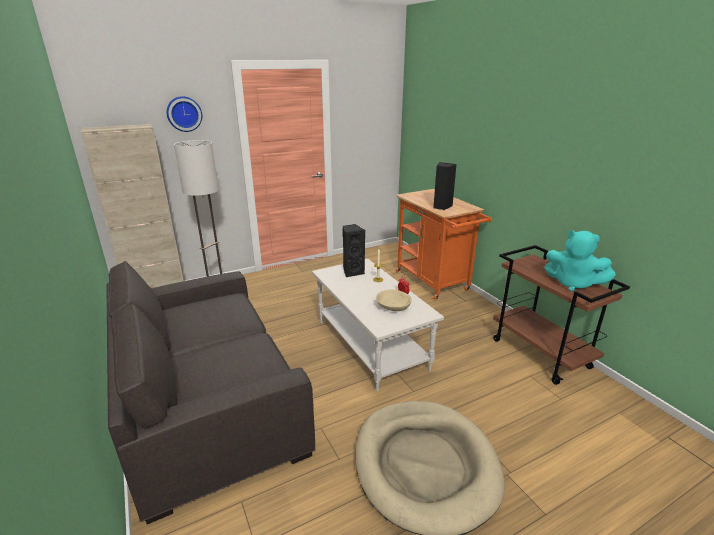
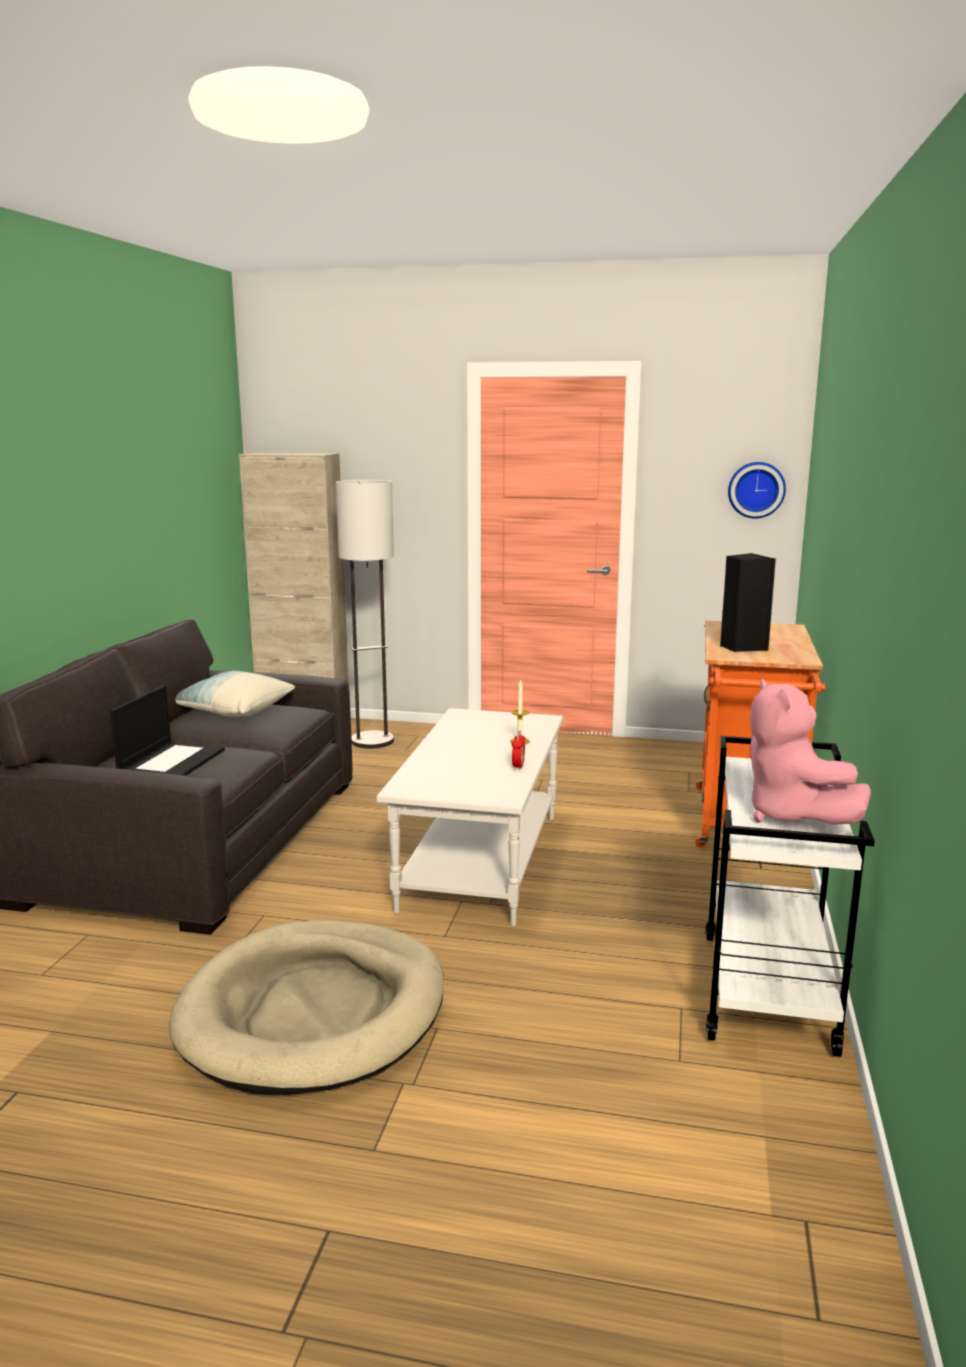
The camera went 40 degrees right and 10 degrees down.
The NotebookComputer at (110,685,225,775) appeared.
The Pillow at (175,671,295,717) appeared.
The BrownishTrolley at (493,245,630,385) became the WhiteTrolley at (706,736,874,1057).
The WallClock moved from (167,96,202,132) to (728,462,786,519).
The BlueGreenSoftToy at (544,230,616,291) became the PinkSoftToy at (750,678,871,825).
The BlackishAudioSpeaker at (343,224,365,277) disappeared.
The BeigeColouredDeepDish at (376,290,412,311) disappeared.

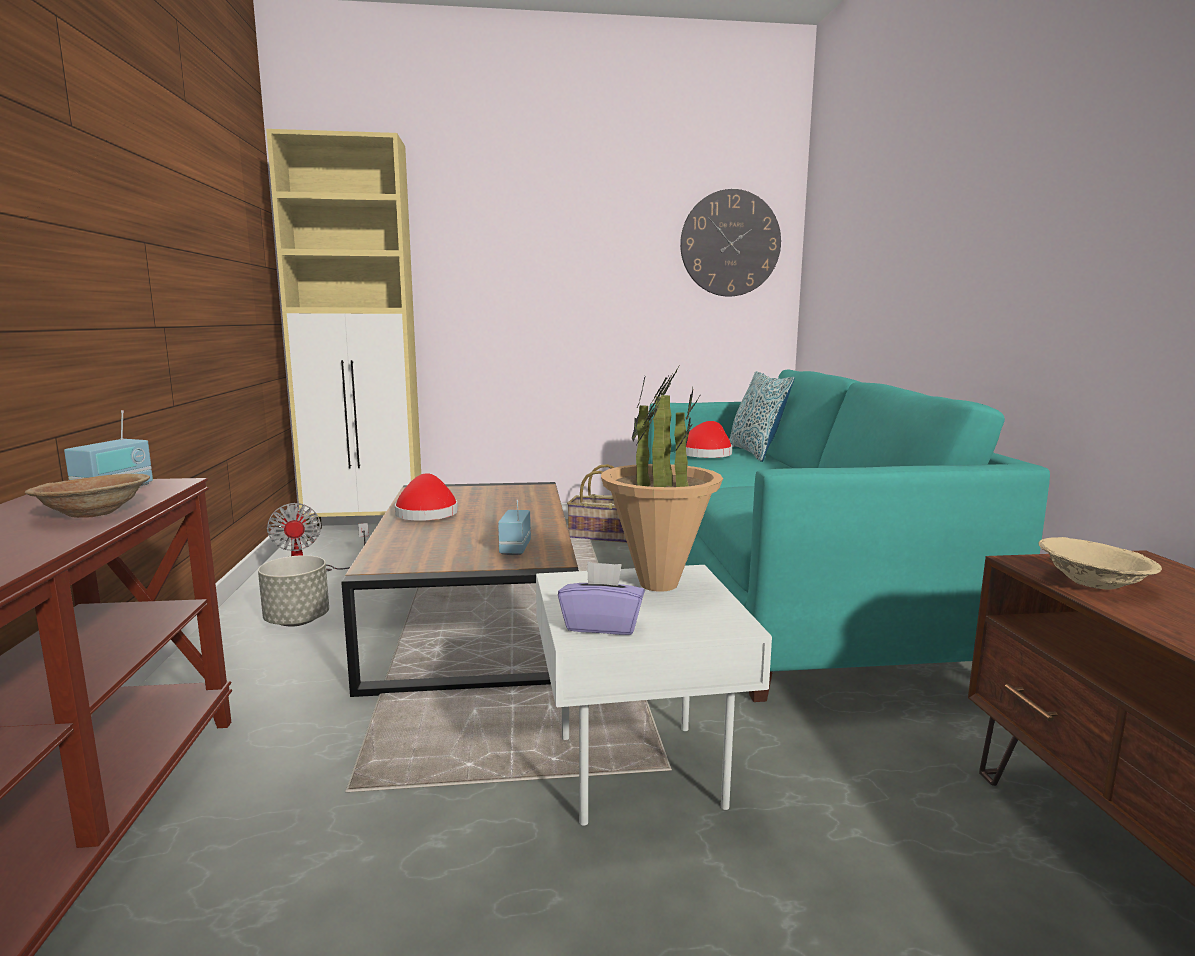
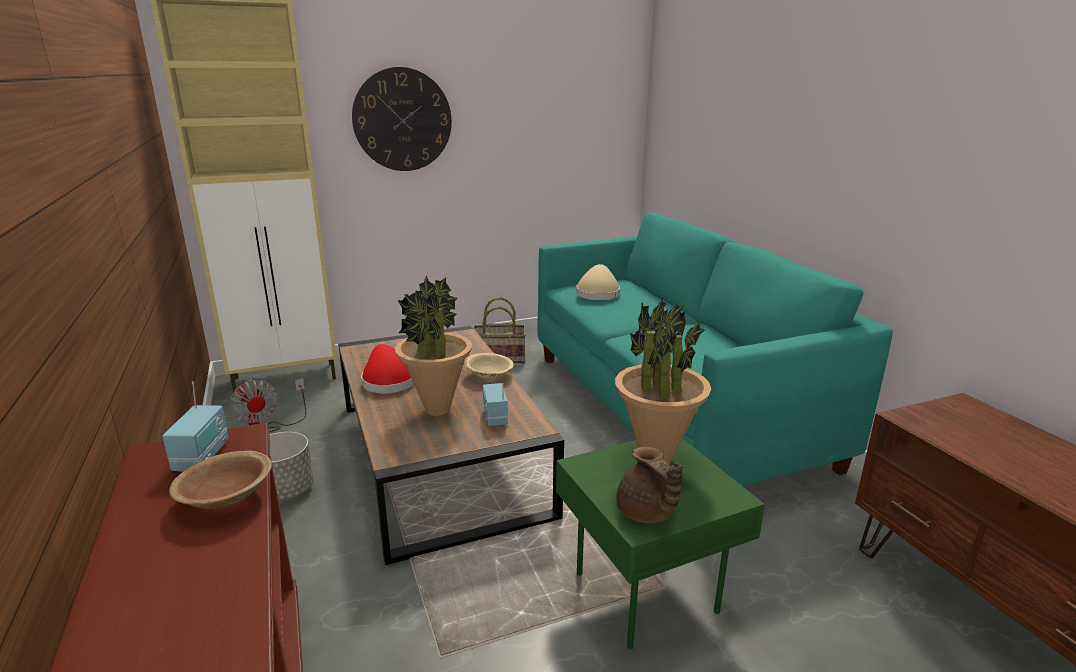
The camera went 15 degrees left and 10 degrees up.
The WallClock moved from (680,189,781,296) to (352,67,452,171).
The PlantInAPot at (395,276,472,416) appeared.
The BeigeColouredDeepDish moved from (1038,537,1162,590) to (464,353,514,380).
The WhiteEndTable at (536,565,772,826) became the GreenishEndTable at (556,438,765,649).
The ReddishHat at (686,421,732,458) became the BeigeColouredHat at (576,264,620,300).
The PurplishTissueHolder at (558,562,645,635) was replaced by the BrownishPotForTea at (616,447,682,523).
The Pillow at (729,371,795,462) disappeared.

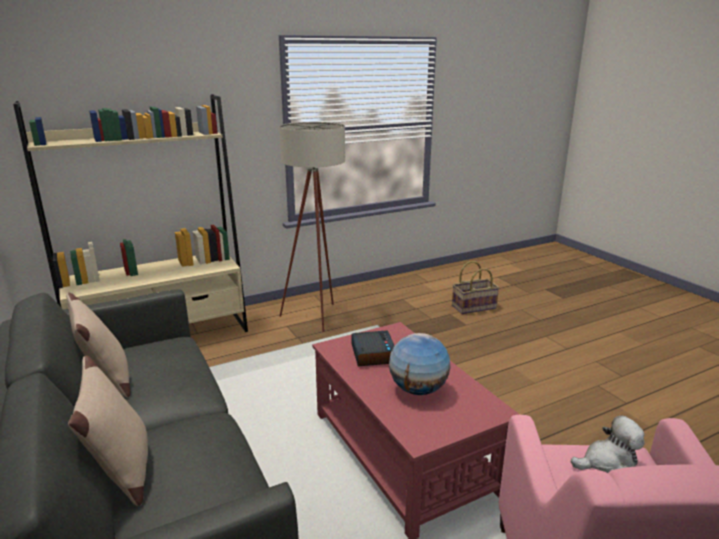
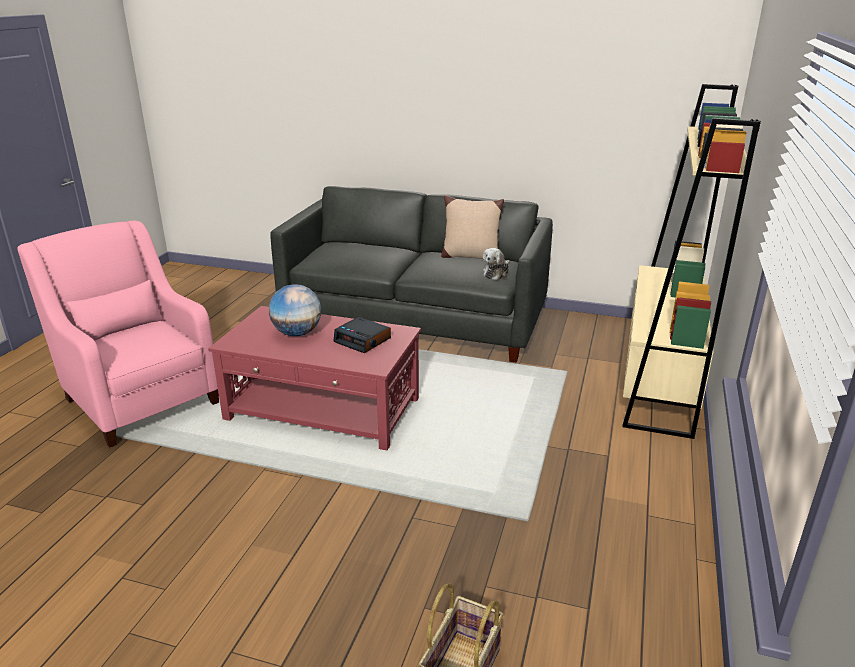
The camera went 135 degrees right and 5 degrees up.
The SoftToy moved from (571,415,645,473) to (483,248,510,280).
The BeigeColouredPillow at (68,356,148,506) disappeared.
The BeigeColouredFloorLamp at (279,122,345,332) disappeared.

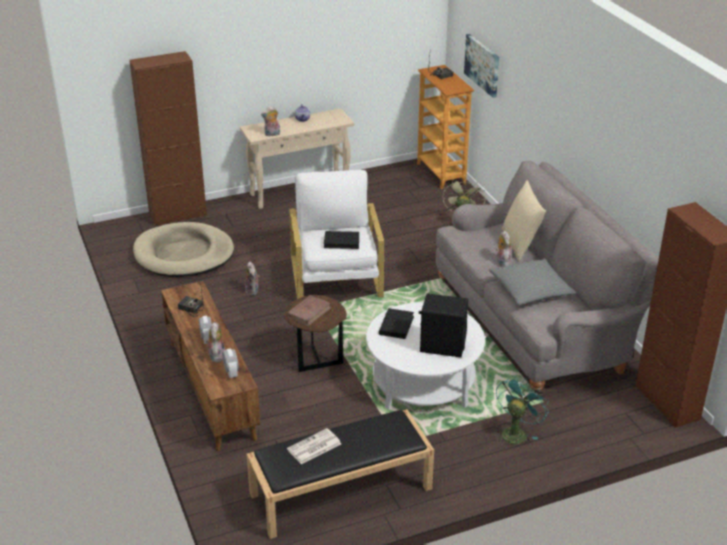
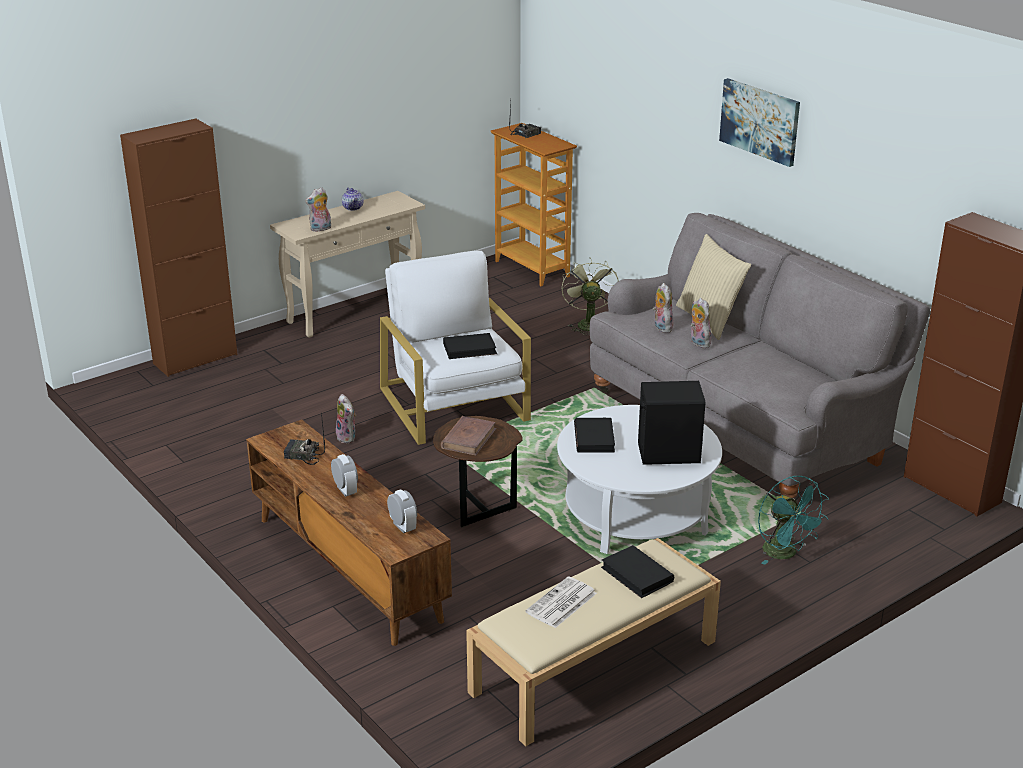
The camera went 15 degrees left and 5 degrees down.
The BlackishIndoorBench at (247,409,434,539) became the BeigeColouredIndoorBench at (466,538,721,746).
The BlackishBoundBook at (601,545,674,598) appeared.
The SoftToy moved from (206,322,225,363) to (653,283,674,333).
The Picture moved from (464,34,499,98) to (719,78,800,167).
The BlueGreenCoolingFan at (493,375,549,445) turned 135 degrees clockwise.
The BeigeColouredDogCushion at (133,222,234,277) disappeared.
The GreyPillow at (489,259,577,306) disappeared.

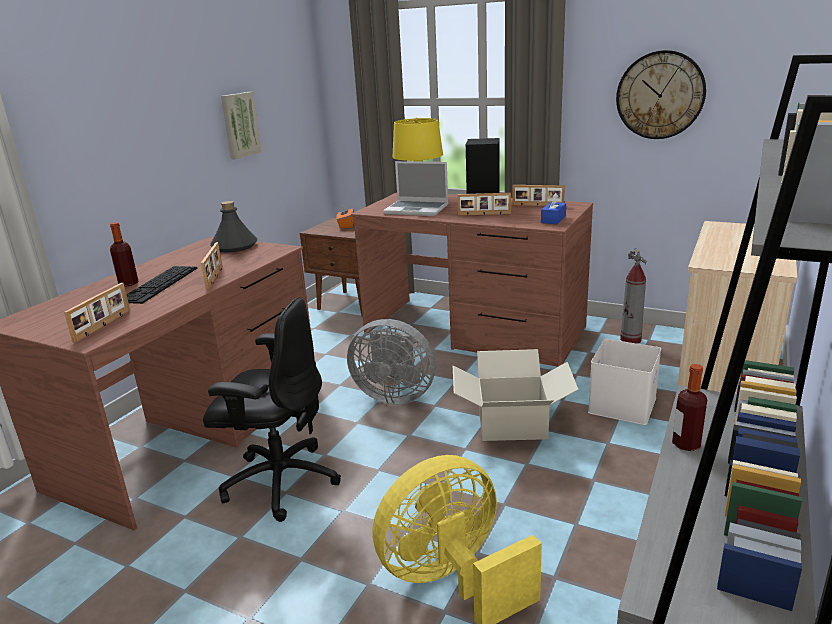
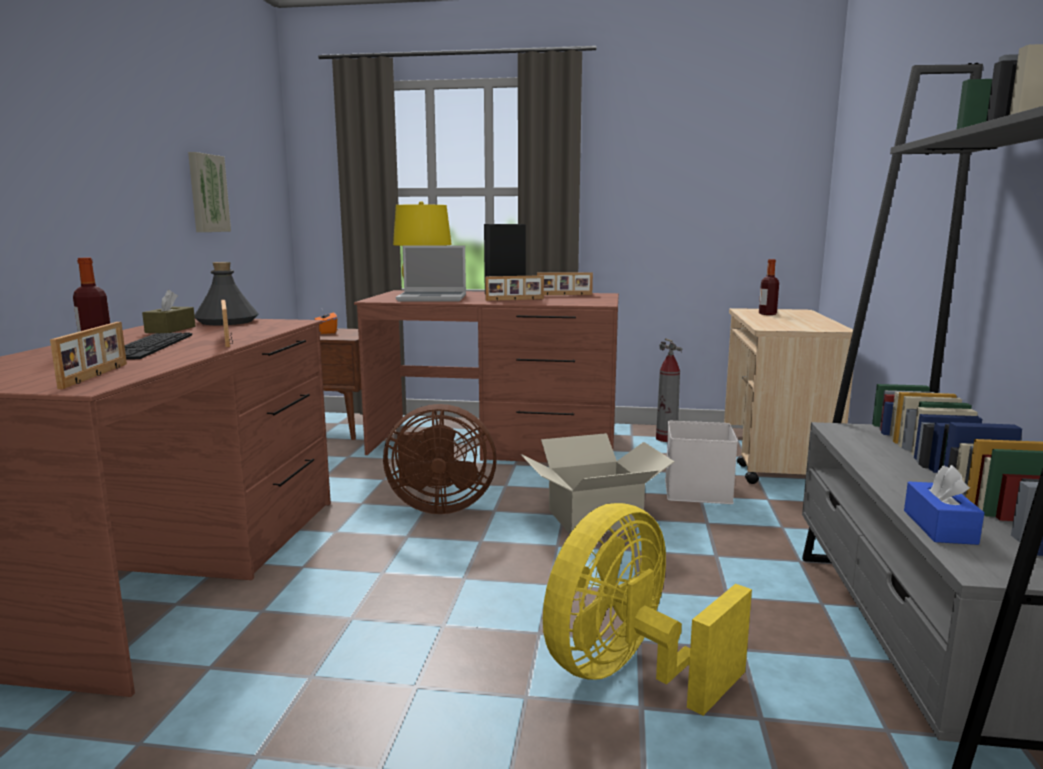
The camera went 20 degrees left and 10 degrees down.
The BrownishTissueHolder at (142,290,195,333) appeared.
The GreyCoolingFan at (347,319,436,405) became the BrownishCoolingFan at (383,404,497,514).
The DrinkBottle moved from (672,364,707,451) to (759,259,779,315).
The BlueColouredTissueHolder moved from (541,193,566,224) to (904,465,984,545).
The BlackishComputerChair at (203,297,341,522) disappeared.
The WallClock at (616,50,706,139) disappeared.

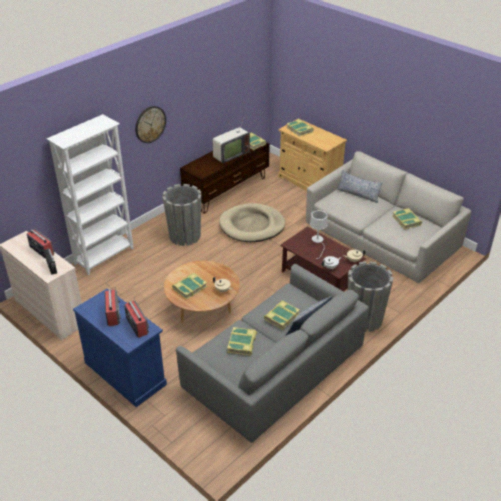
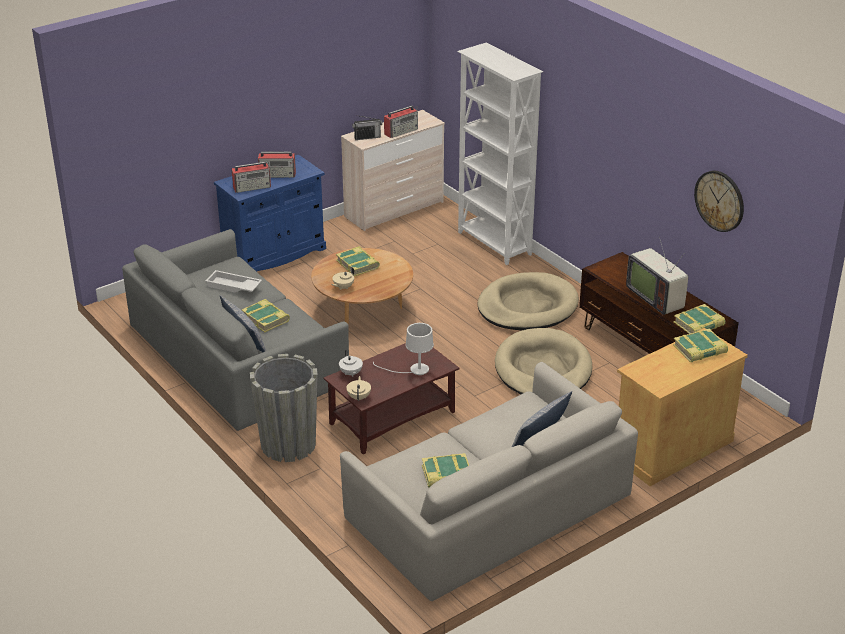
The camera went 100 degrees right and 5 degrees down.
The BoundBook at (227,327,257,356) was replaced by the WhiteServingTray at (206,270,262,293).
The GreyPlantPot at (163,184,201,246) was replaced by the BeigeColouredDogCushion at (478,272,579,330).
The WallClock moved from (135,106,166,143) to (694,171,744,232).

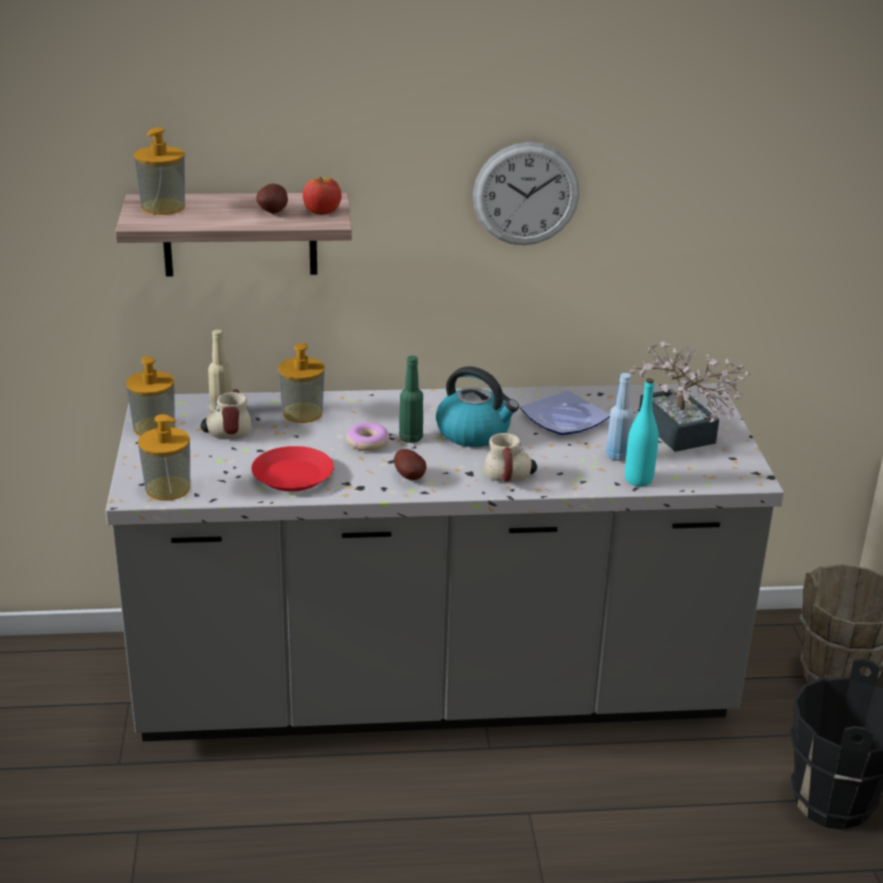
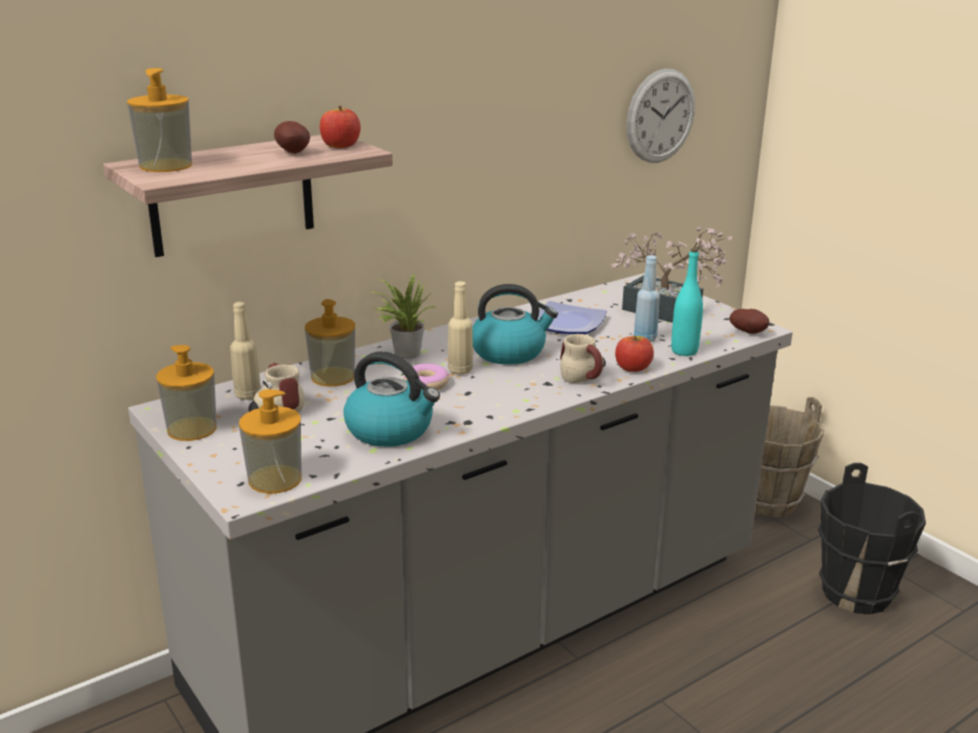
The camera went 30 degrees left and 5 degrees down.
The ReddishPlate at (251,446,334,492) was replaced by the Kettle at (343,351,440,447).
The PlantInAPot at (373,273,436,359) appeared.
The GreenishDrinkBottle at (399,356,423,443) became the BeigeColouredDrinkBottle at (448,281,473,375).
The WholeApple at (615,336,654,372) appeared.
The WallClock moved from (473,142,580,245) to (627,69,695,163).
The Potato moved from (394,449,426,480) to (729,309,769,334).

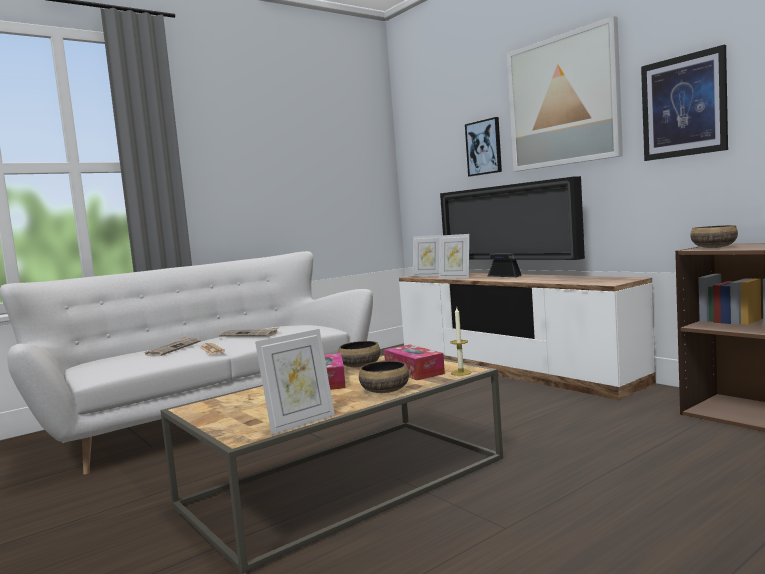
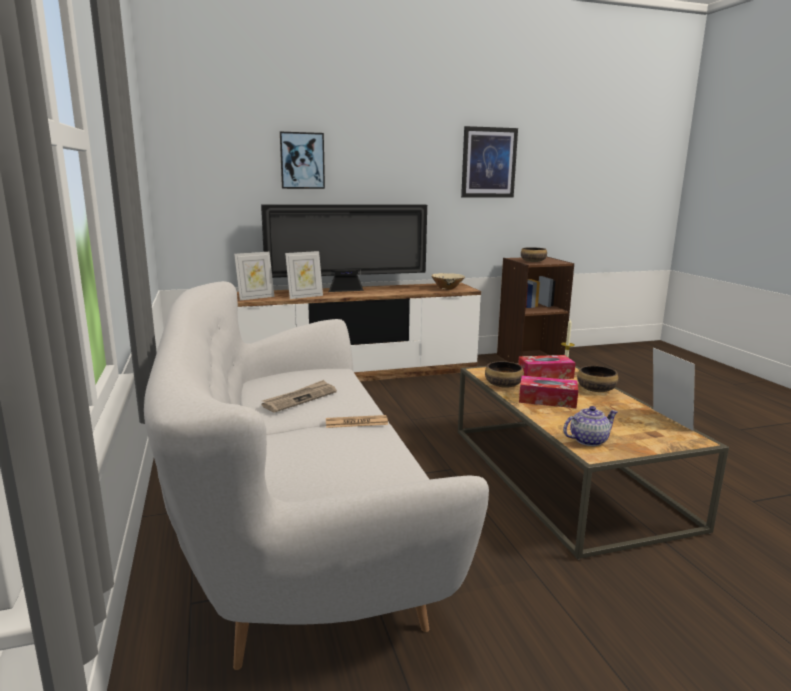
The camera went 70 degrees left and 10 degrees up.
The BeigeColouredDeepDish at (431,273,465,290) appeared.
The PotForTea at (563,406,618,446) appeared.
The Newspaper at (144,336,201,356) disappeared.
The Picture at (507,16,623,171) disappeared.

